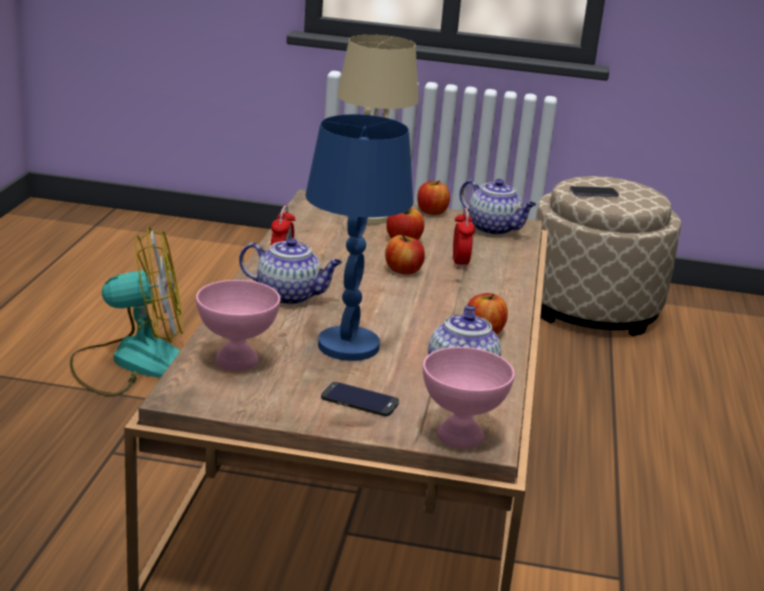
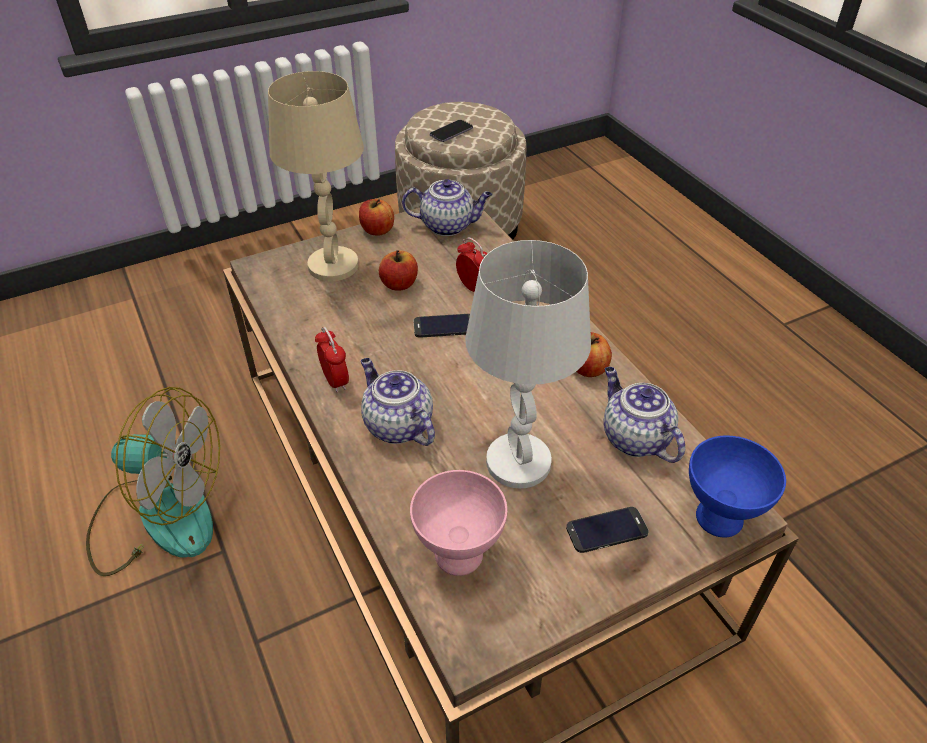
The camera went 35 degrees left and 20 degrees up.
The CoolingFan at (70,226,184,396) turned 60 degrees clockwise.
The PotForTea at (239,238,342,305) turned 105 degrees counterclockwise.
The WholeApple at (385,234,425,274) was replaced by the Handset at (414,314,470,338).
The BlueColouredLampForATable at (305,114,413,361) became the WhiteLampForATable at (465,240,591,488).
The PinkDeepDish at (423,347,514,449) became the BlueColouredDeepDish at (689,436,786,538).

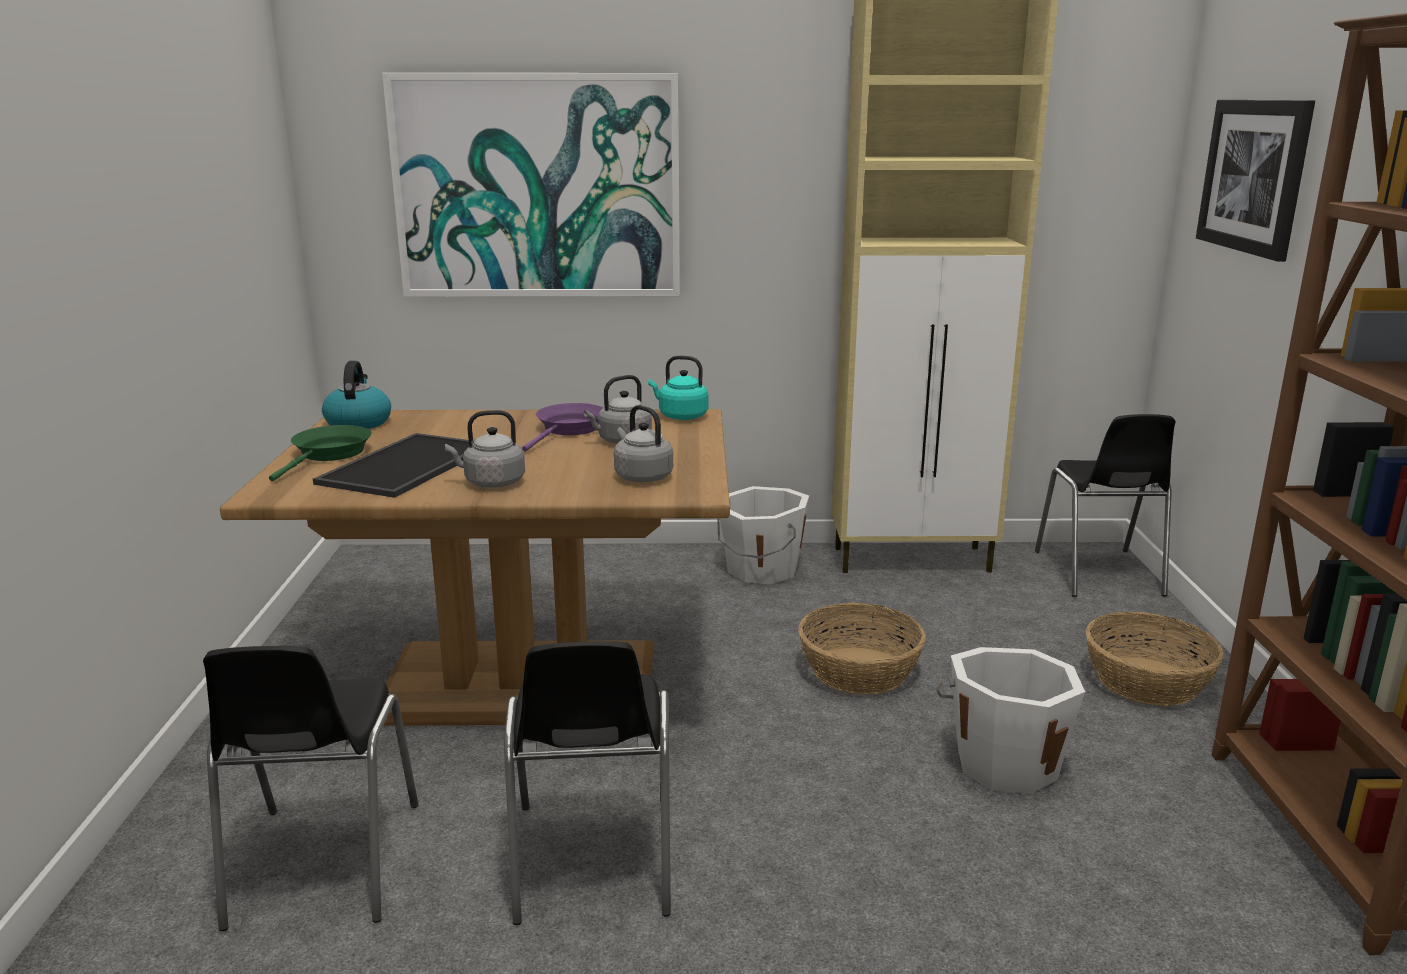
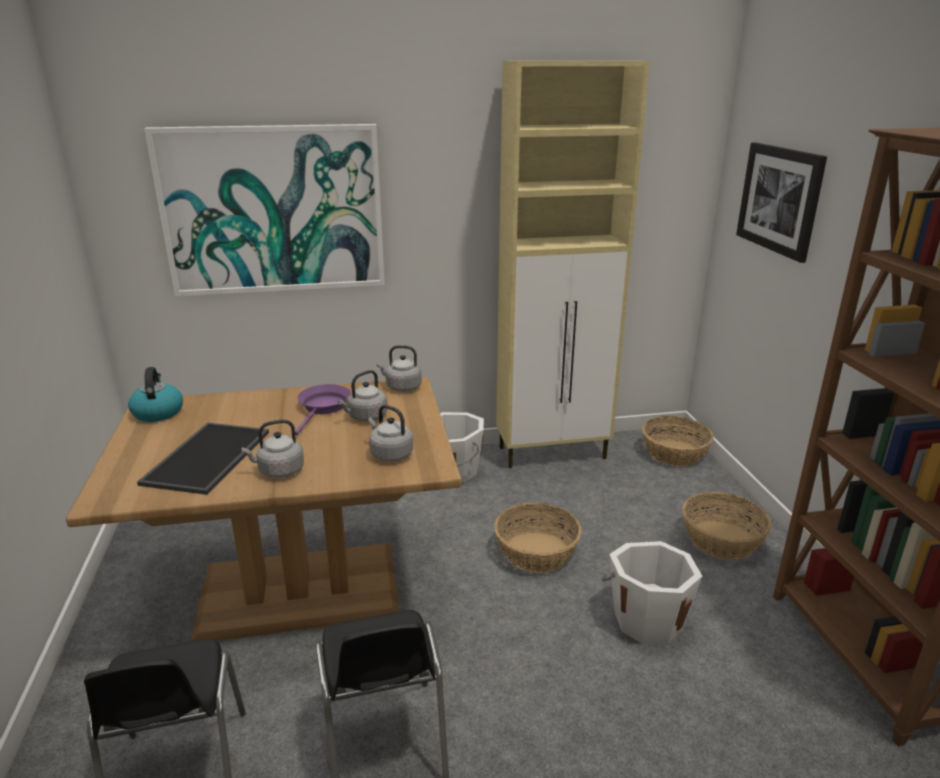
The camera went 10 degrees left and 5 degrees up.
The BlueGreenKettle at (648,356,709,420) became the GreyKettle at (376,345,422,392).
The BlackishPlainChair at (1035,414,1175,597) was replaced by the Basket at (642,416,714,466).
The GreenishPan at (269,425,372,481) disappeared.

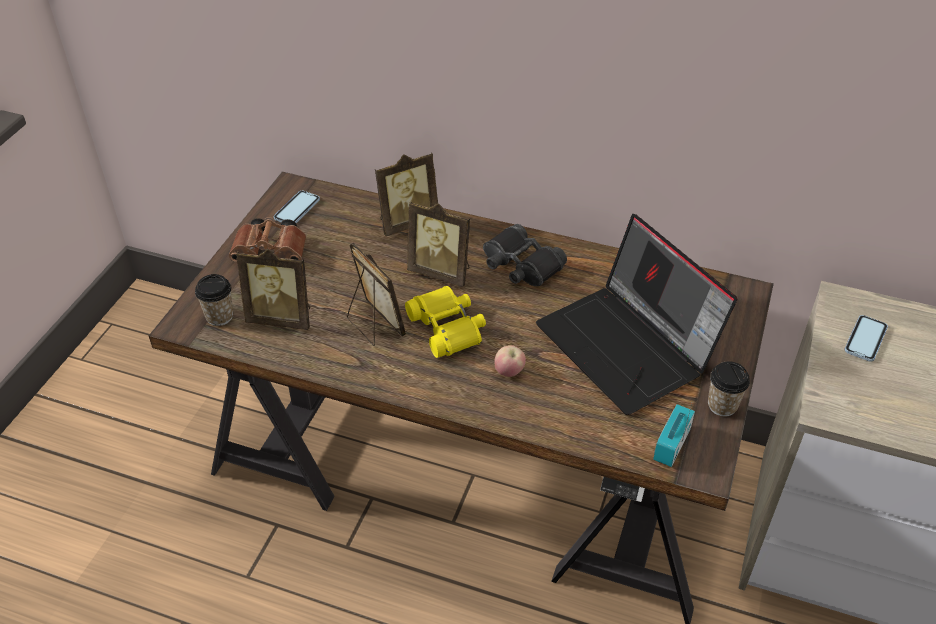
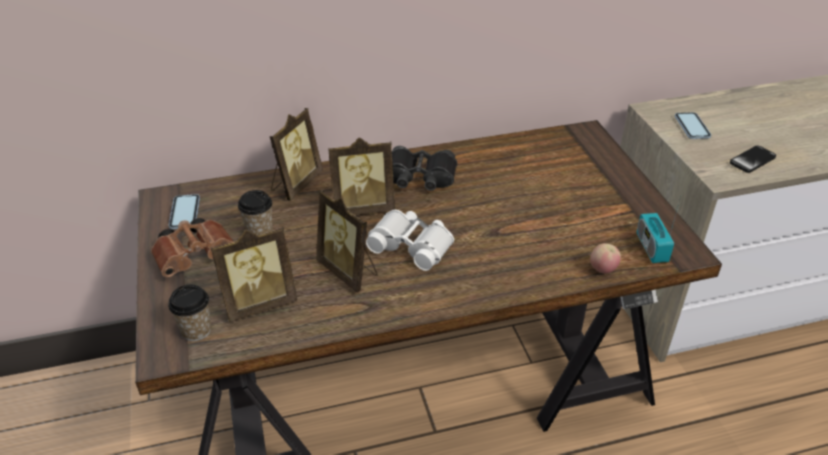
The camera went 35 degrees left and 5 degrees down.
The DrinkingCup moved from (708,361,750,417) to (238,190,273,235).
The PictureFrame at (347,243,406,346) turned 150 degrees counterclockwise.
The YellowColouredPairOfBinoculars at (405,286,486,358) became the WhitePairOfBinoculars at (366,210,454,271).
The WholeApple moved from (494,345,526,377) to (590,243,621,273).
The Handset at (730,146,776,173) appeared.
The NotebookComputer at (536,214,737,415) disappeared.

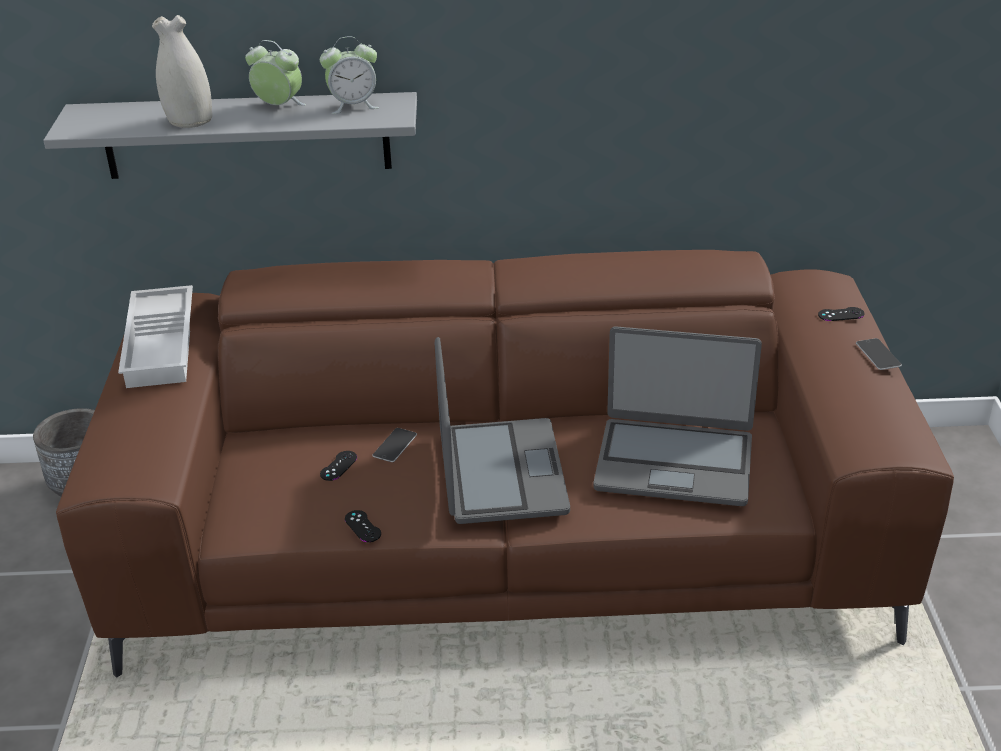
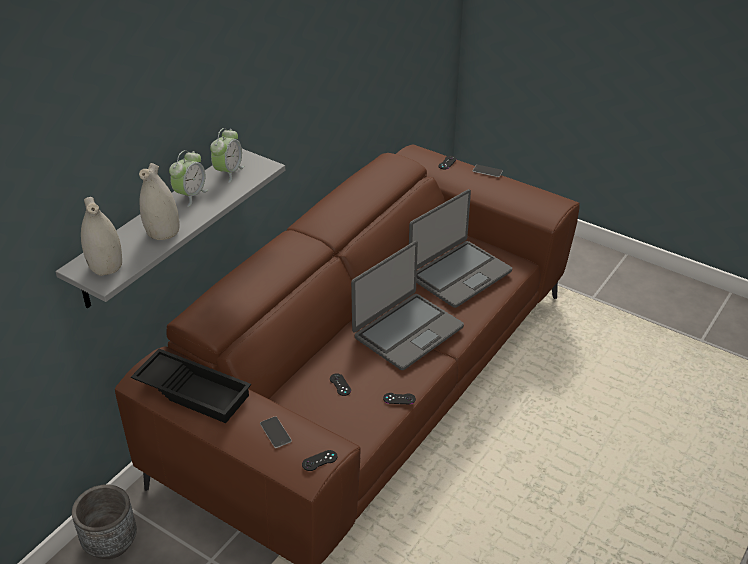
The camera went 55 degrees left and 5 degrees up.
The WhiteVase at (81,197,122,276) appeared.
The WhiteServingTray at (118,285,193,388) became the BlackishServingTray at (131,349,251,423).
The BedsideClock at (245,40,306,106) turned 150 degrees clockwise.
The Handset moved from (372,428,417,462) to (260,416,292,448).
The BlackishGamepad at (302,450,337,471) appeared.
The NotebookComputer at (435,337,570,524) turned 105 degrees clockwise.

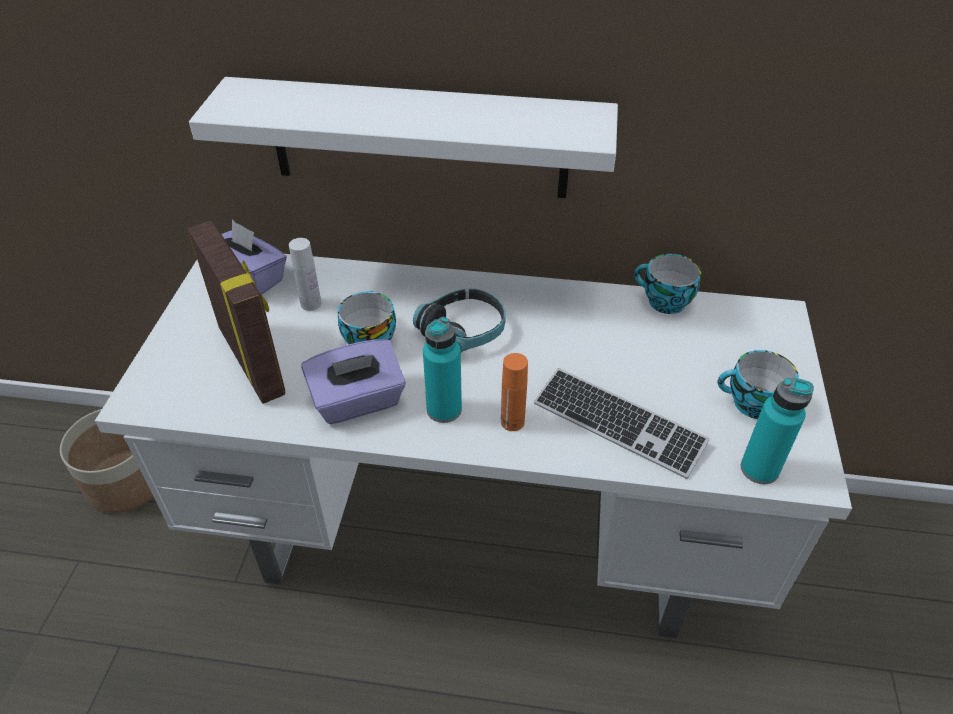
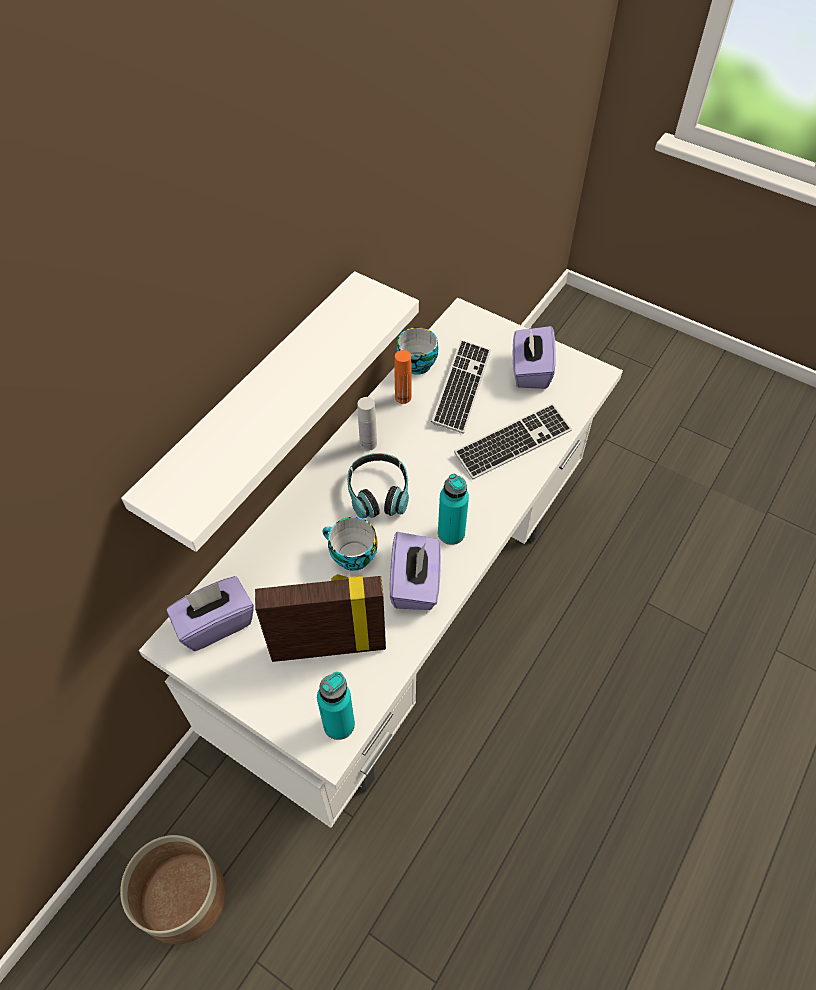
The camera went 65 degrees left and 10 degrees up.
The BlueGreenDrinkBottle moved from (741,377,814,484) to (317,672,355,740).
The WhiteDrinkBottle moved from (289,238,322,311) to (357,397,377,451).
The OrangeyDrinkBottle moved from (501,353,528,431) to (394,350,412,404).
The ComputerKeyboard at (431,340,491,434) appeared.
The DrinkingCup at (718,350,799,419) was replaced by the PurplishTissueHolder at (513,326,556,389).

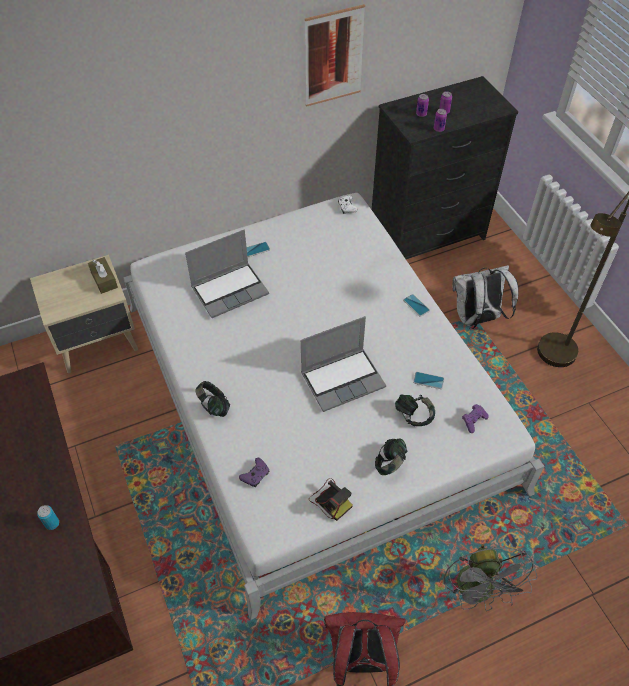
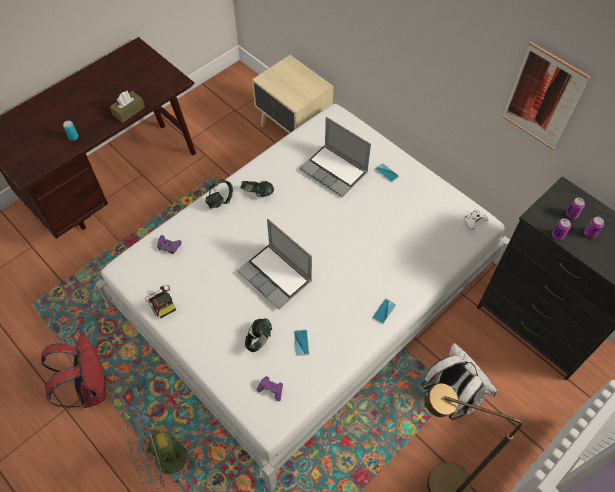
The camera went 70 degrees right and 5 degrees up.
The BrownishTissueHolder moved from (88,257,118,294) to (110,91,145,123).
The StillCamera at (309,478,353,521) turned 60 degrees counterclockwise.
The PairOfHeadphones moved from (375,438,408,475) to (241,181,274,197).

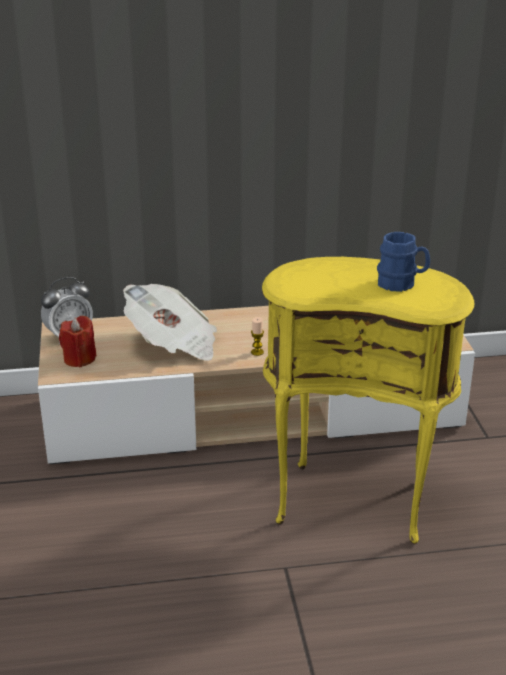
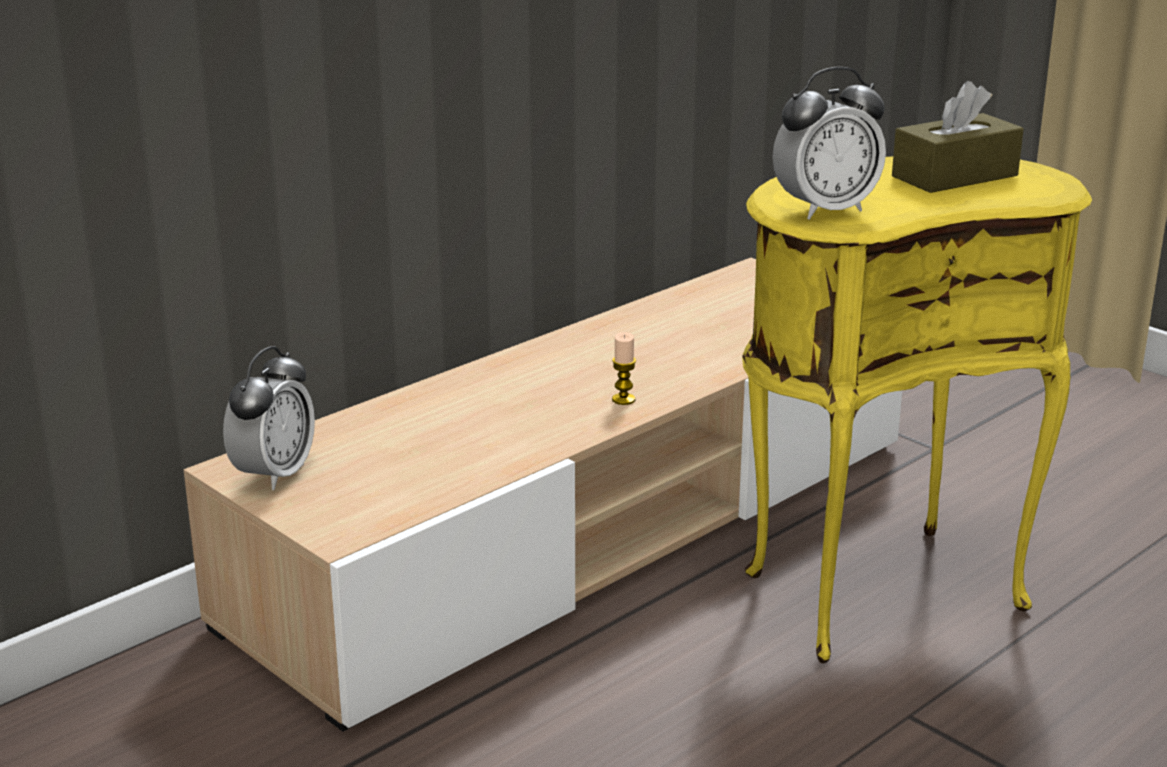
The camera went 35 degrees left and 5 degrees down.
The BedsideClock at (772,67,886,220) appeared.
The BlueColouredMug at (377,232,430,292) was replaced by the BrownishTissueHolder at (892,81,1024,193).
The ReddishWaxLight at (59,316,96,367) disappeared.
The Newspaper at (123,284,217,361) disappeared.

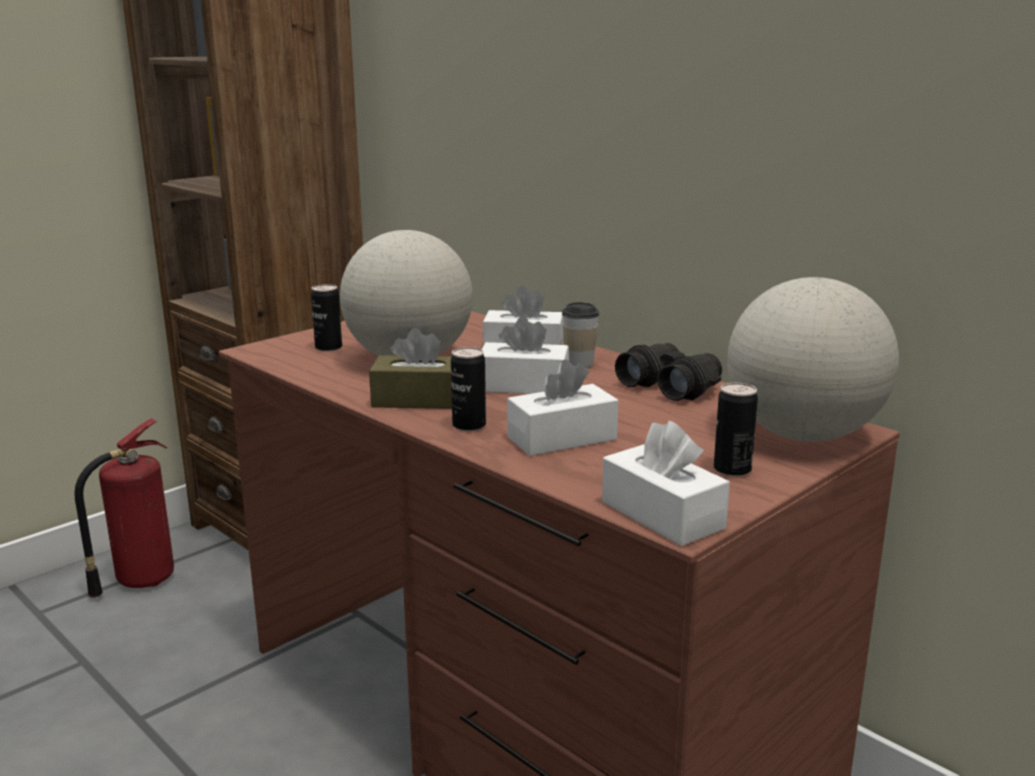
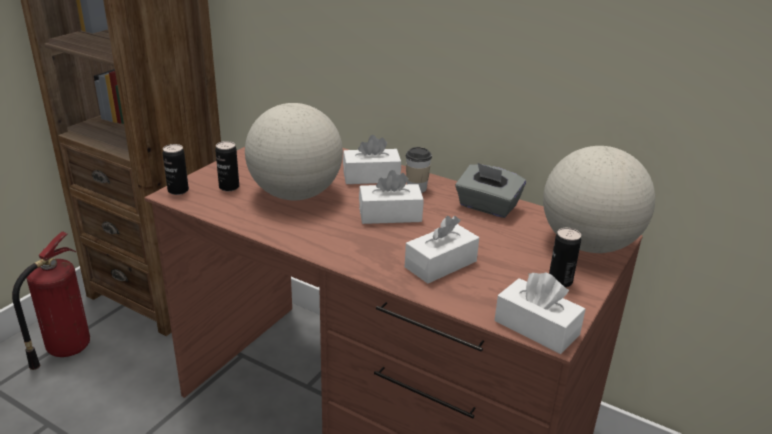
The camera went 15 degrees left and 10 degrees up.
The Can moved from (451,347,486,431) to (163,144,189,195).
The BlackishPairOfBinoculars at (615,343,722,401) was replaced by the GreyTissueHolder at (455,163,526,218).
The BrownishTissueHolder at (369,328,452,409) disappeared.

